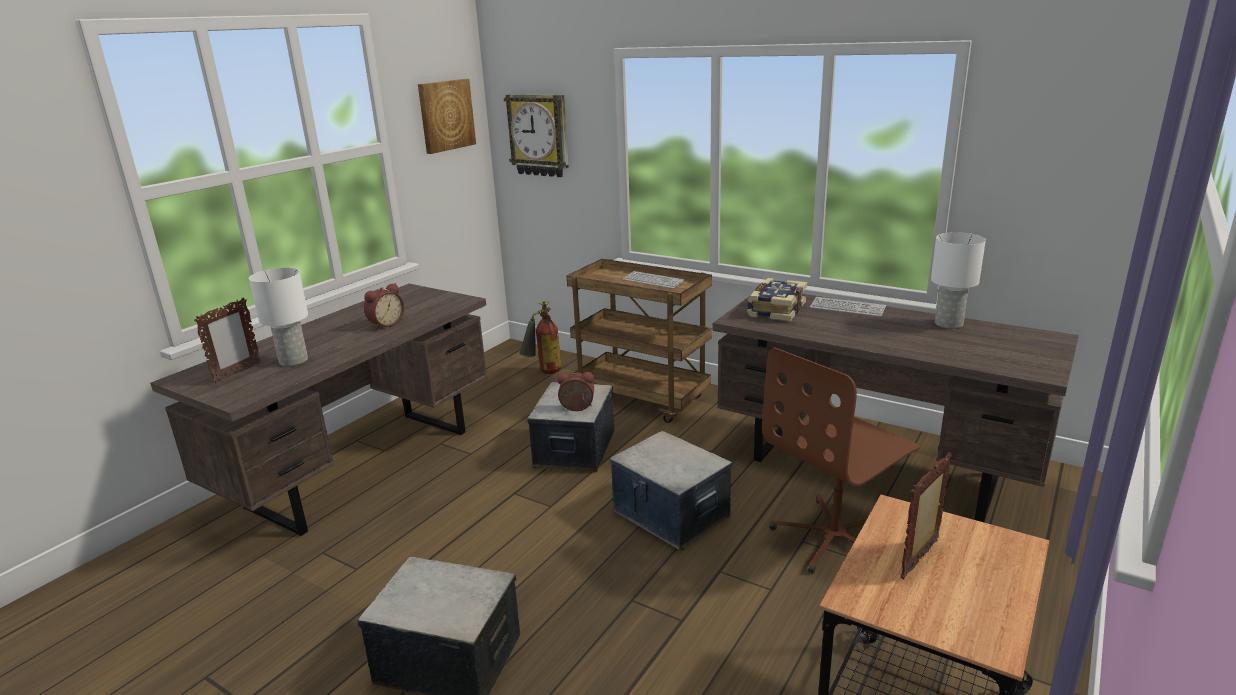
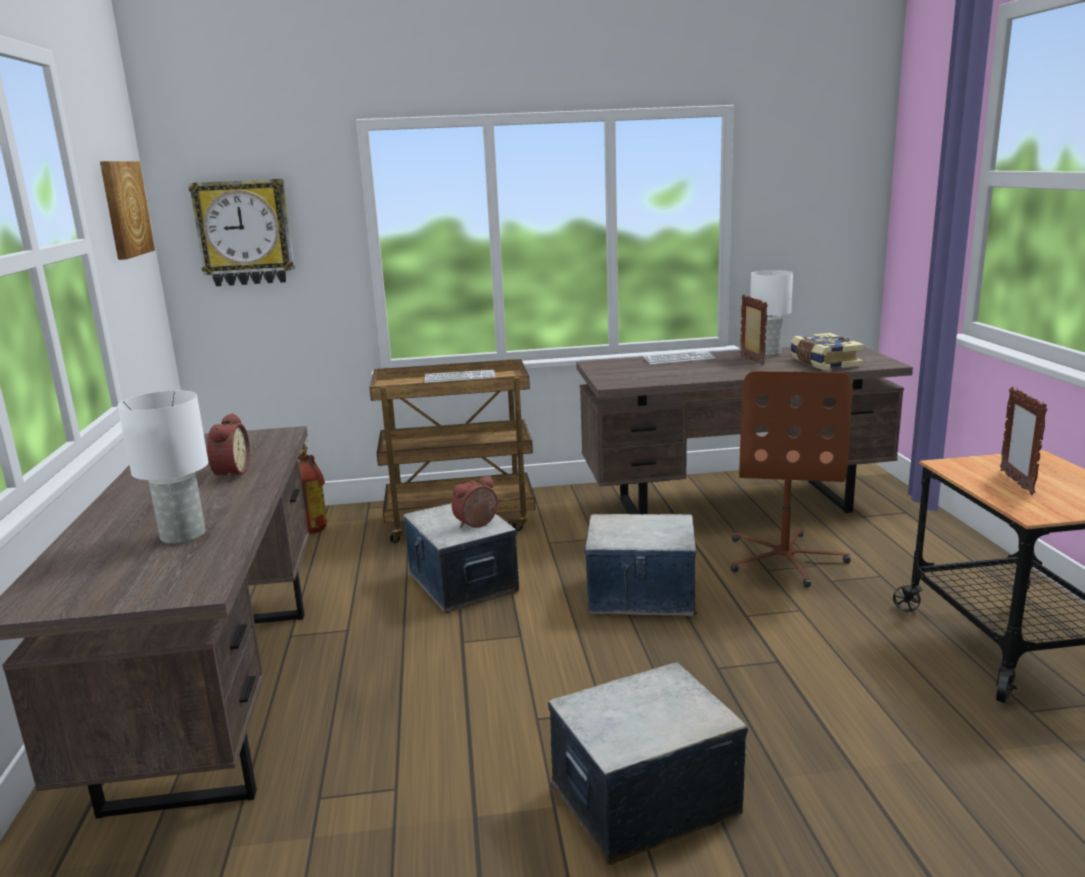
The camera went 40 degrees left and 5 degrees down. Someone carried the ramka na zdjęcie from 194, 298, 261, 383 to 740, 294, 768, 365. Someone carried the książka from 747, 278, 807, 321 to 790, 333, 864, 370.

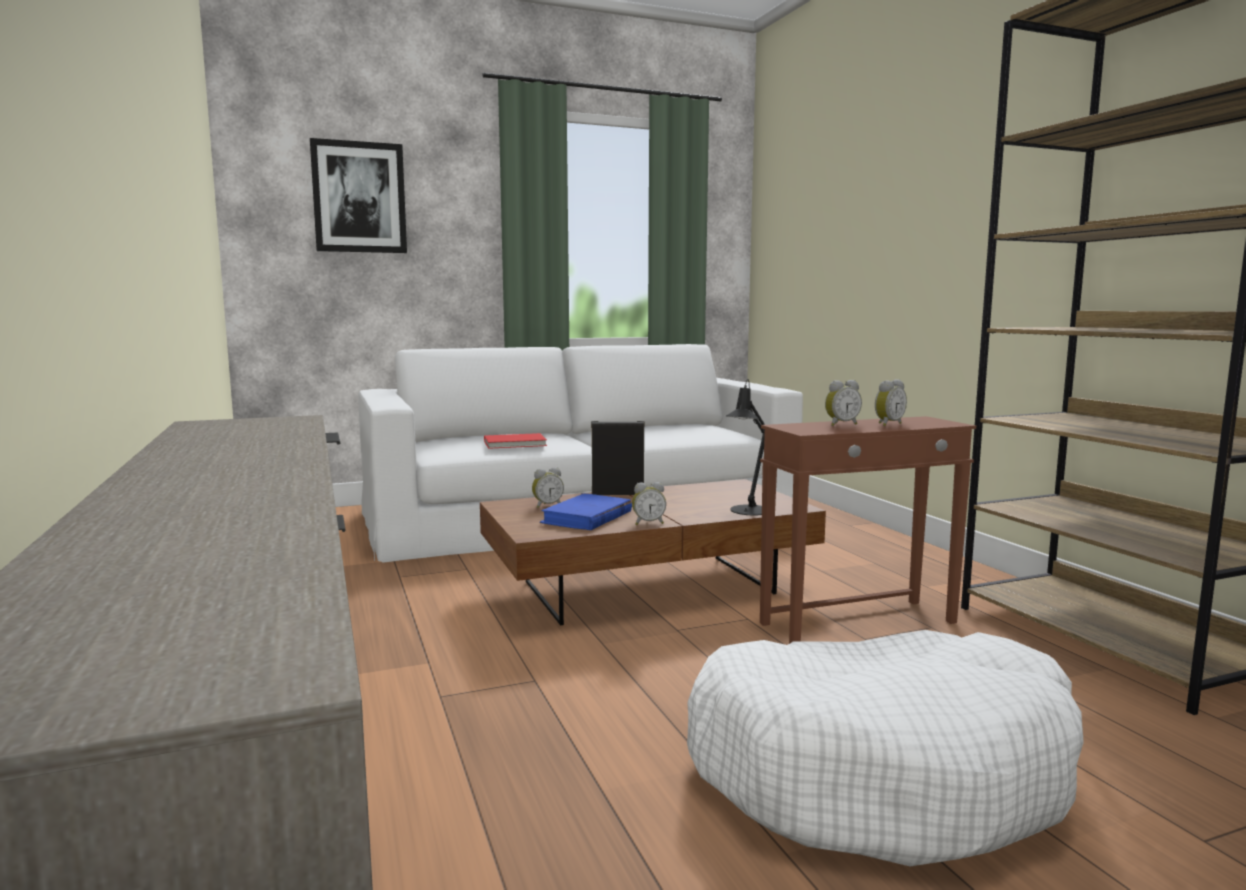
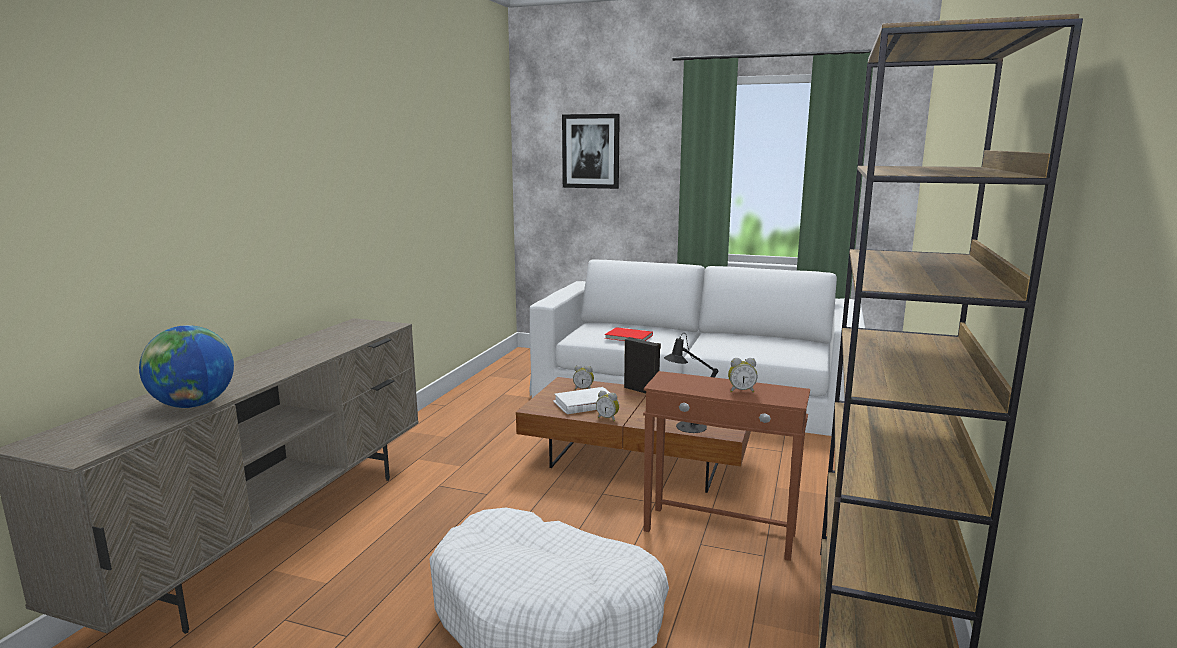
The camera went 40 degrees right and 5 degrees up. Someone put down the globus at 139, 325, 234, 408. Someone repainted the książka/niebieski at 540, 493, 632, 530, which became the książka/biały at 553, 387, 618, 414. Someone took away the budzik at 825, 380, 862, 426.

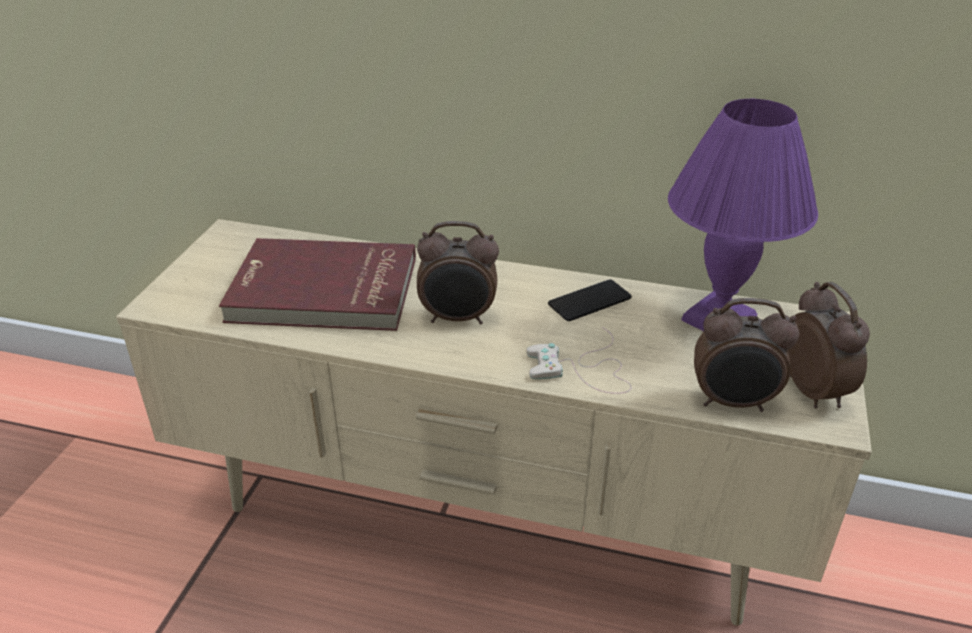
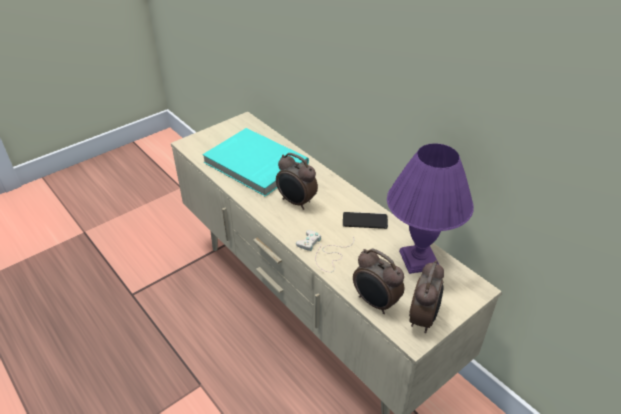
The camera went 35 degrees right and 5 degrees up. Someone repainted the książka/czerwony at 219, 238, 416, 331, which became the książka/turkusowy at 202, 128, 309, 197.

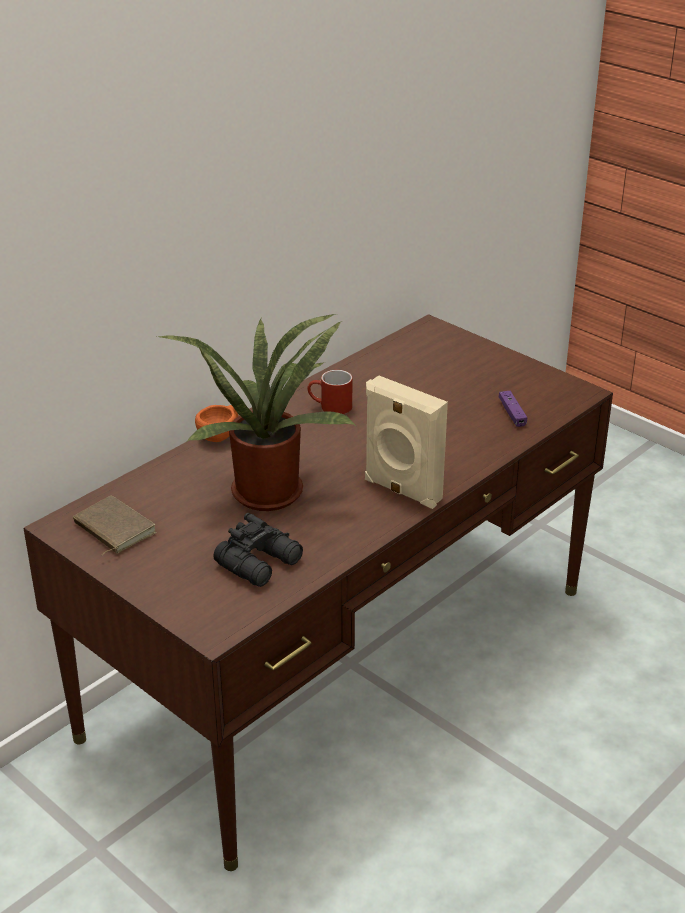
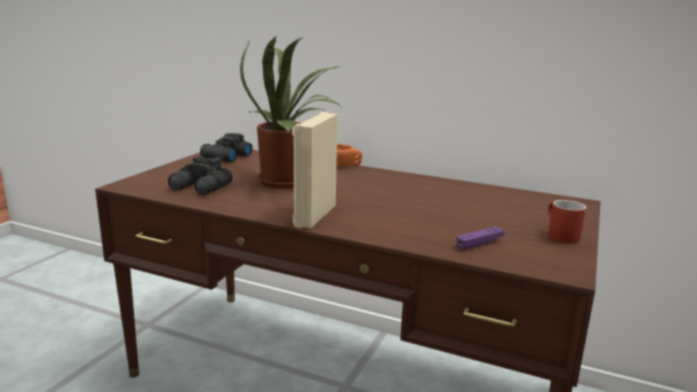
The camera went 70 degrees right and 15 degrees down. Someone swapped the książka/brązowy at 73, 495, 157, 555 for the lornetka/czarny at 200, 133, 253, 162. Someone carried the kubek/czerwony from 307, 370, 352, 414 to 548, 200, 587, 244.

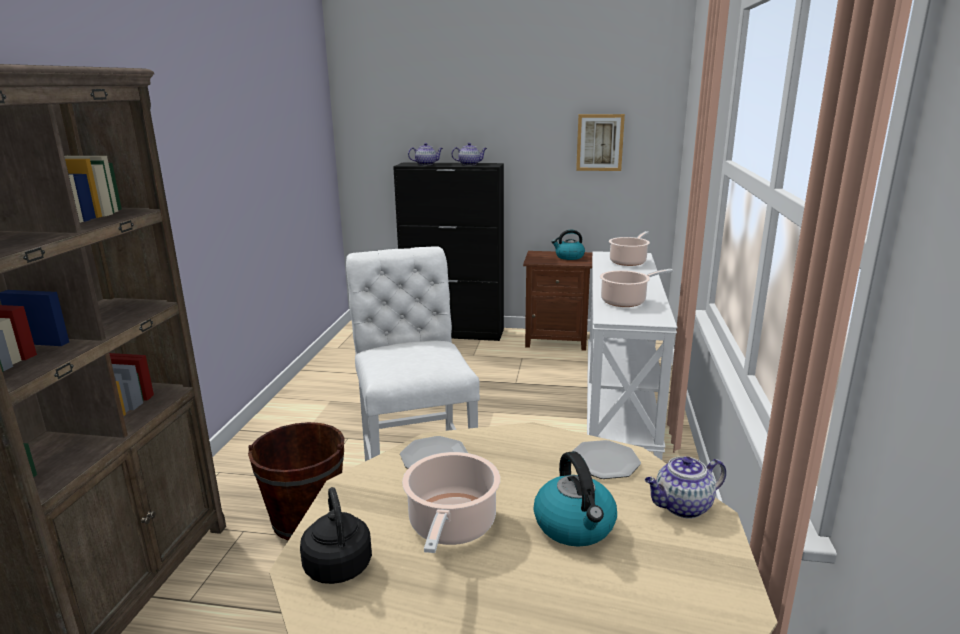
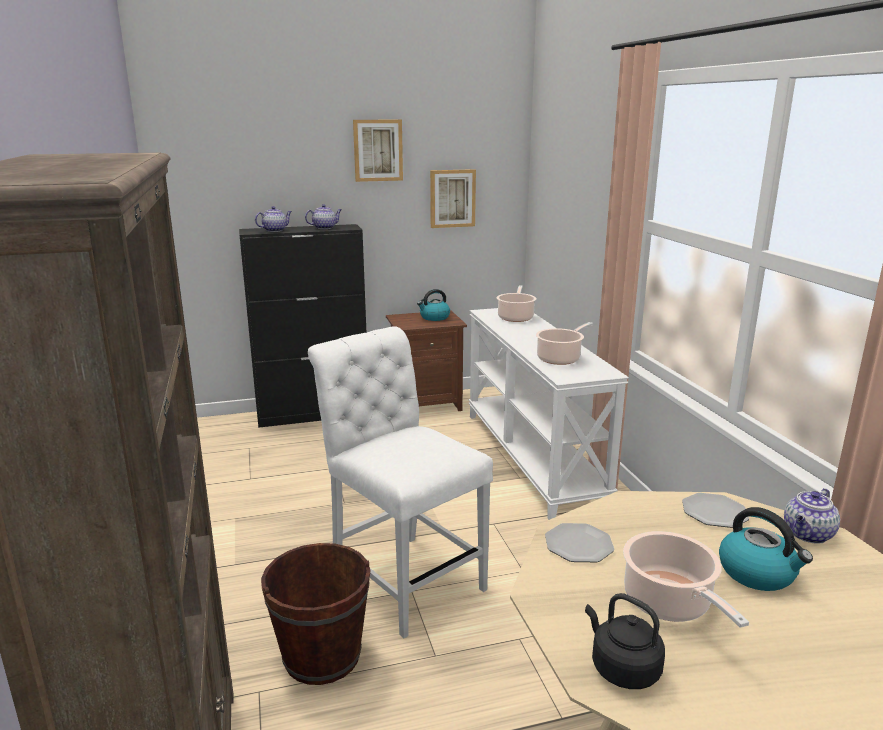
The camera went 25 degrees left and 0 degrees up. Someone put up the obraz at 353, 120, 403, 182.

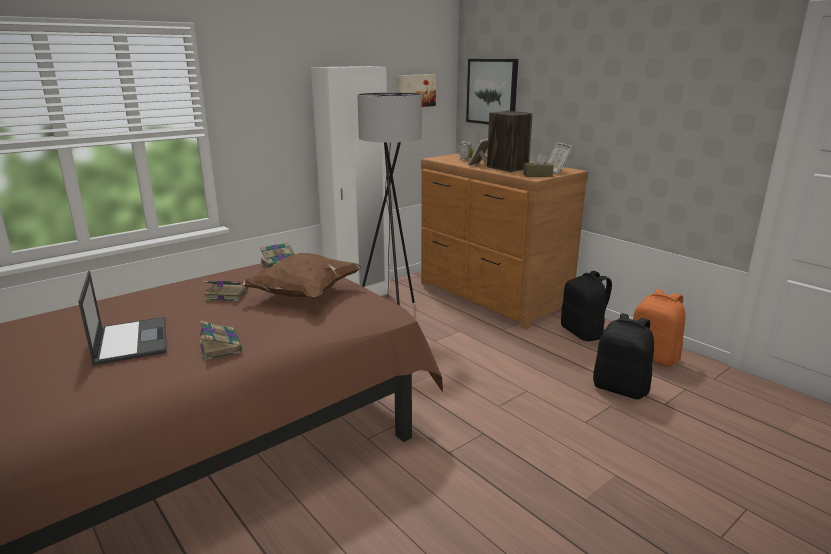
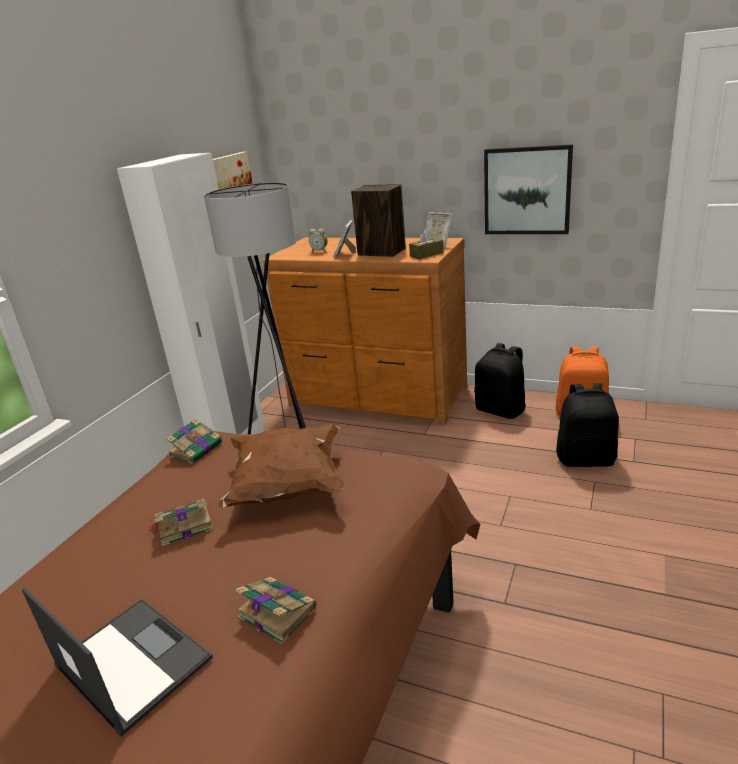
The camera went 25 degrees left and 5 degrees up. Someone carried the obraz from 466, 59, 518, 125 to 484, 144, 573, 234.

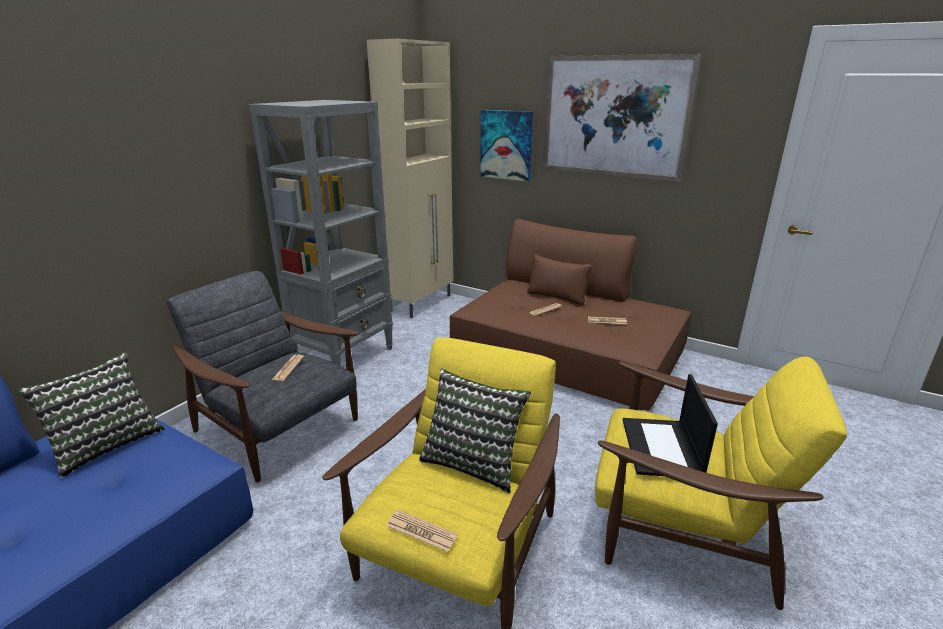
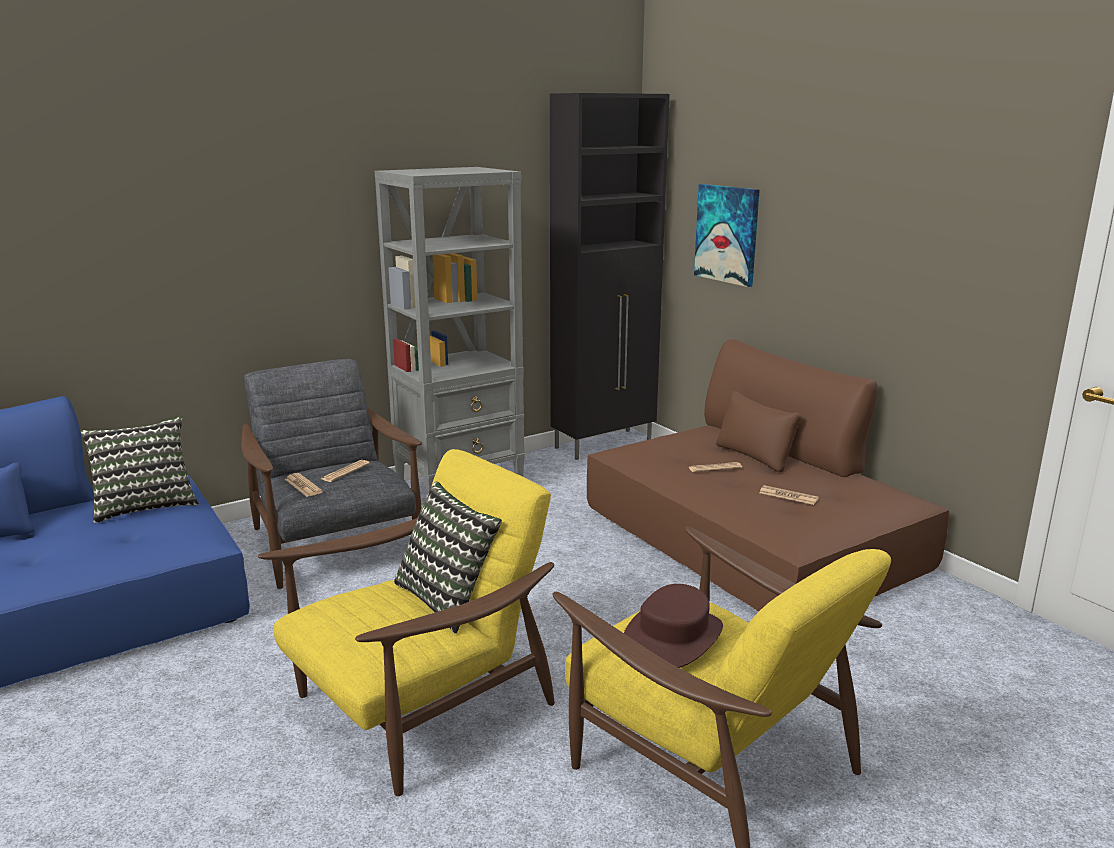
The camera went 25 degrees right and 5 degrees down. Someone carried the gazeta from 387, 510, 458, 552 to 285, 473, 323, 497. Someone repainted the szafka/beżowy at 367, 39, 453, 318, which became the szafka/czarny at 550, 93, 670, 460. Someone swapped the laptop at 623, 374, 718, 476 for the kapelusz/brązowy at 624, 584, 723, 668. Someone took away the obraz at 543, 54, 702, 182.

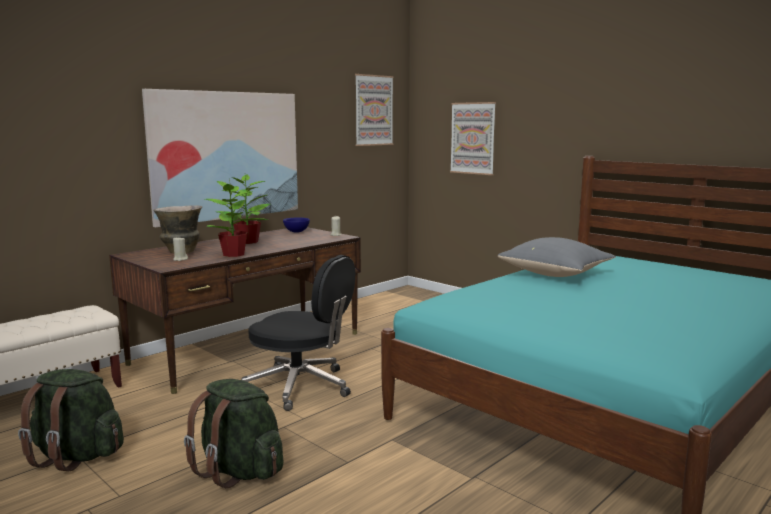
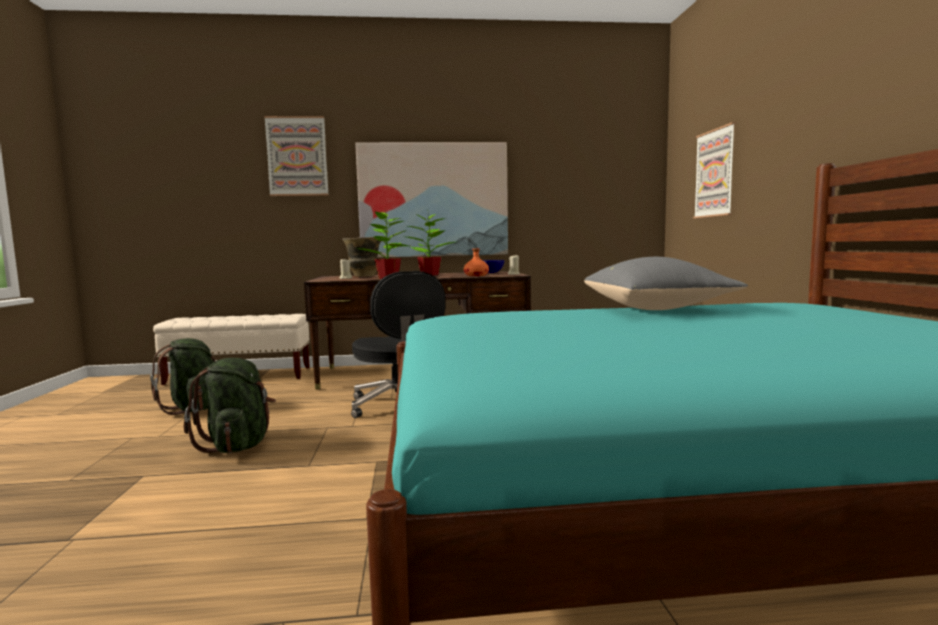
The camera went 40 degrees right and 5 degrees down. Someone carried the obraz from 355, 74, 394, 146 to 264, 116, 329, 196. Someone put down the butelka/pomarańczowy at 464, 248, 489, 276.

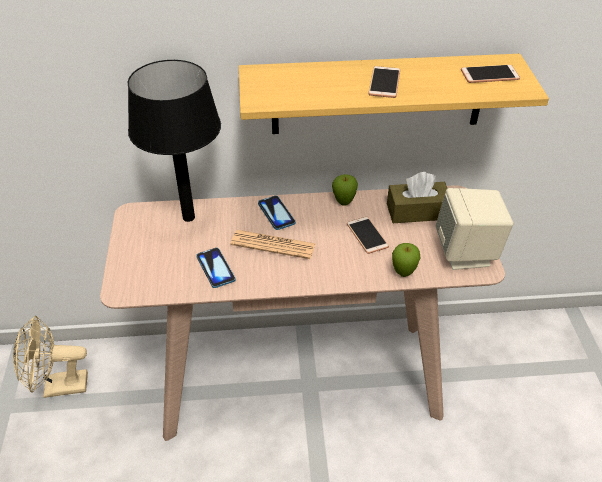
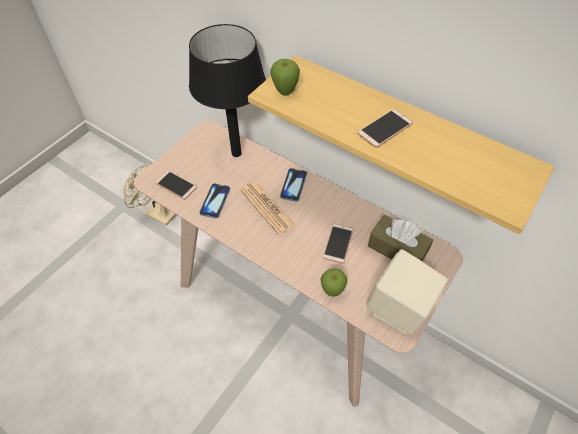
The camera went 40 degrees right and 10 degrees up. Someone carried the telefon from 461, 65, 520, 83 to 155, 171, 197, 200. Someone carried the jabłko from 332, 174, 358, 206 to 270, 59, 300, 96.

